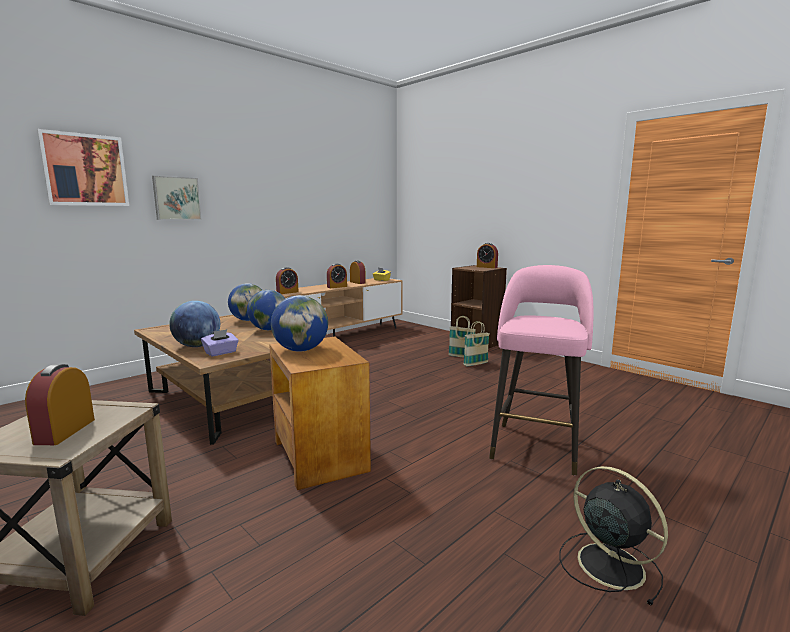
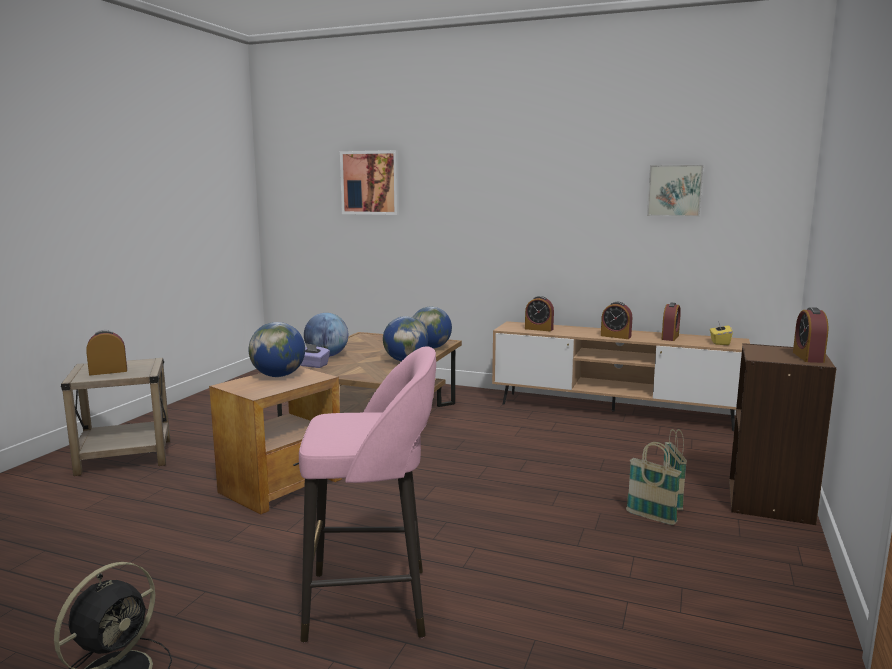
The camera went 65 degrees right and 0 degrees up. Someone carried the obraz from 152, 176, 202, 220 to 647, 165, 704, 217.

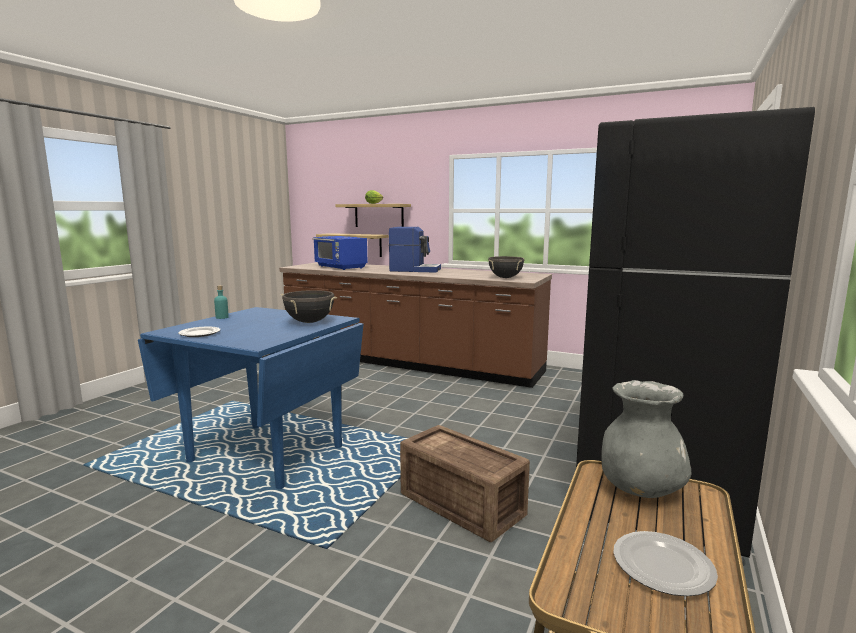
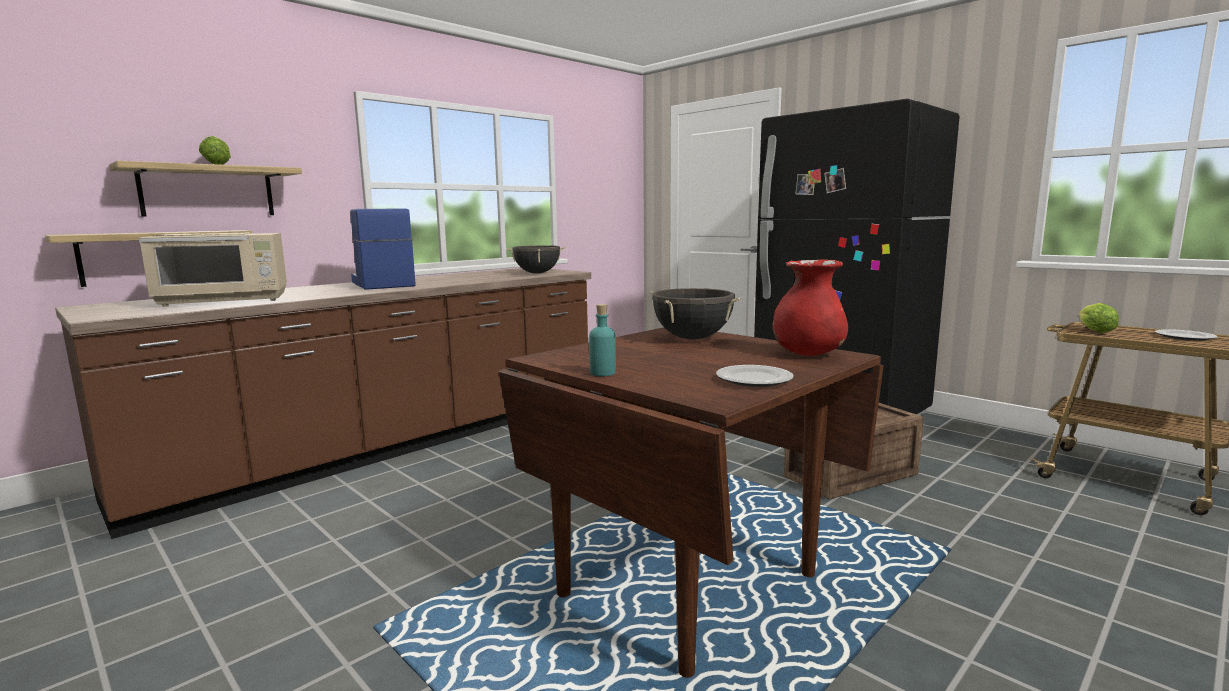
The camera went 70 degrees left and 0 degrees up. Someone repainted the mikrofalówka/niebieski at 313, 236, 368, 270, which became the mikrofalówka/beżowy at 138, 233, 287, 307. Someone rotated the ekspres do kawy at 389, 227, 441, 273 by 60 degrees counterclockwise. Someone repainted the stół jadalny/niebieski at 138, 307, 363, 489, which became the stół jadalny/brązowy at 498, 327, 884, 678. Someone put down the wazon/czerwony at 772, 260, 848, 356. Someone swapped the wazon/szary at 602, 380, 692, 498 for the sałata at 1079, 303, 1119, 333.

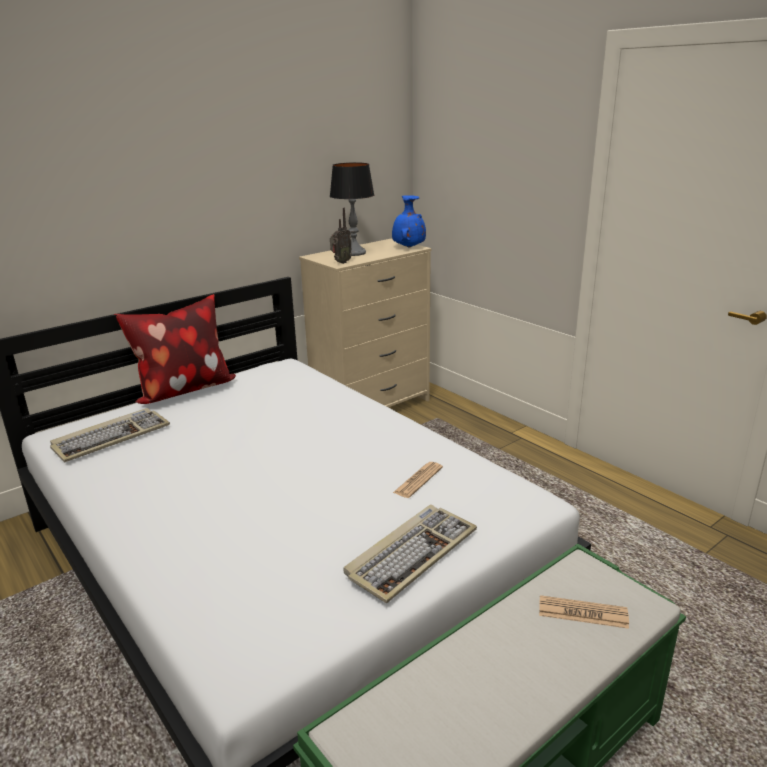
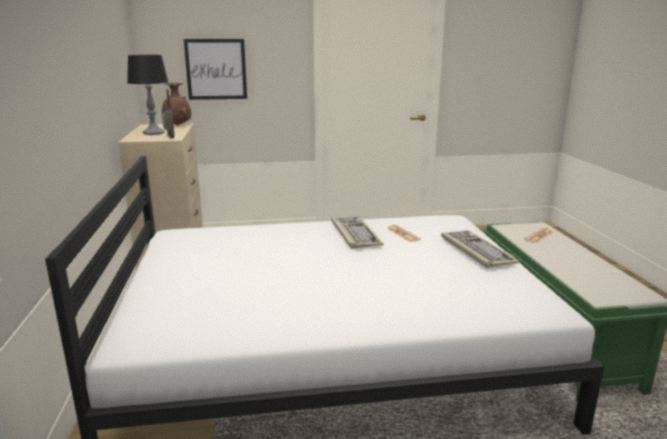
The camera went 60 degrees left and 5 degrees down. Someone repainted the wazon/niebieski at 392, 195, 426, 247, which became the wazon/brązowy at 162, 83, 191, 125. Someone put up the obraz at 184, 39, 247, 100. Someone carried the klawiatura from 50, 408, 170, 463 to 331, 217, 383, 249. Someone took away the poduszka at 114, 294, 236, 404.

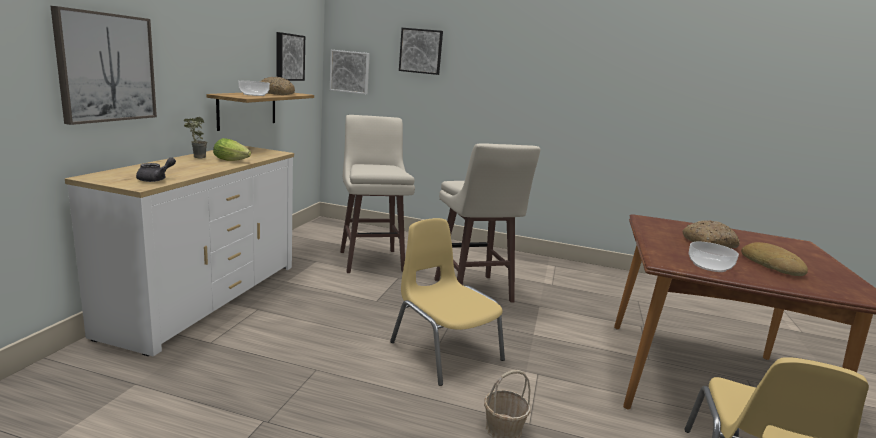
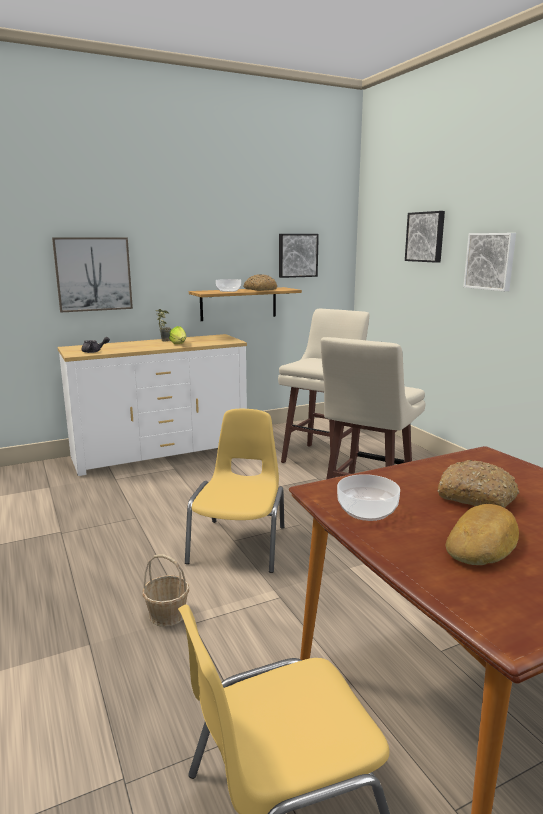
The camera went 50 degrees right and 0 degrees up. Someone carried the obraz from 330, 50, 370, 94 to 463, 233, 516, 291.

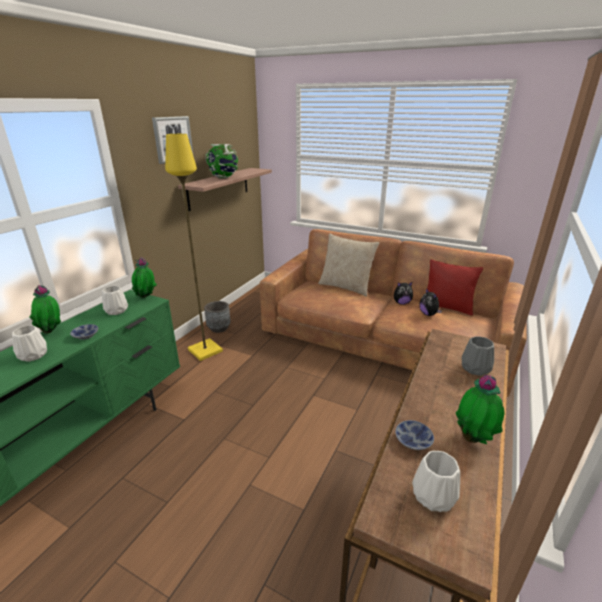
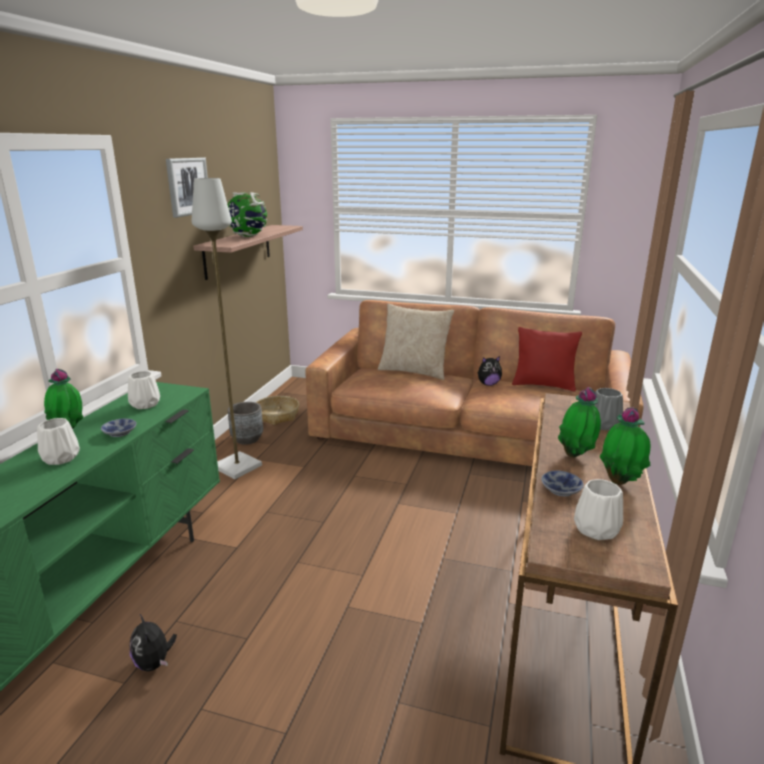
The camera went 10 degrees left and 5 degrees down. Someone carried the pluszak from 419, 288, 442, 316 to 130, 613, 177, 671. Someone repainted the lampa stojąca/żółty at 165, 134, 223, 361, which became the lampa stojąca/szary at 192, 178, 262, 479. Someone put down the koszyk at 256, 396, 299, 425. Someone carried the roślina doniczkowa from 132, 257, 157, 298 to 558, 387, 601, 457.

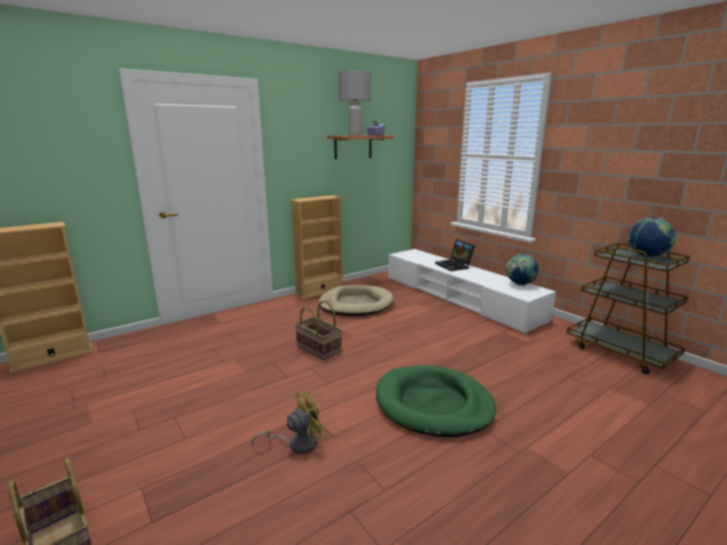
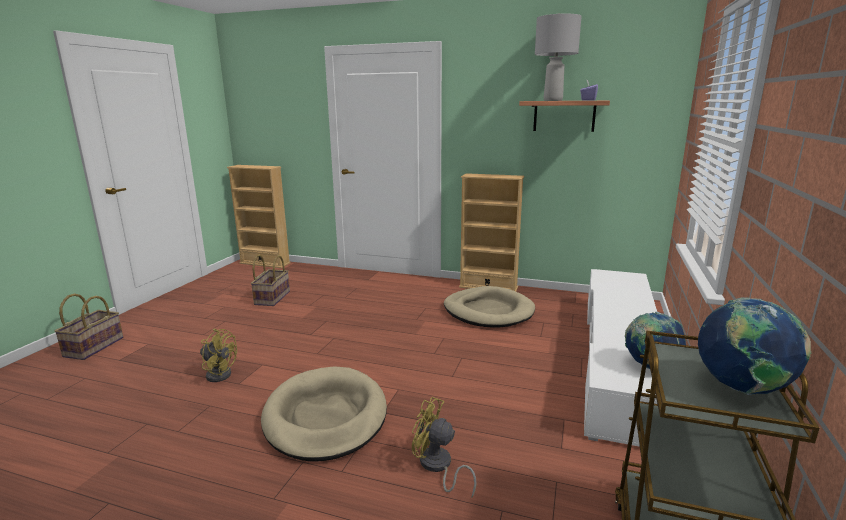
The camera went 55 degrees right and 0 degrees up. Someone carried the koszyk from 295, 300, 342, 360 to 251, 254, 290, 306. Someone repainted the legowisko/zielony at 376, 365, 496, 437, which became the legowisko/beżowy at 261, 366, 387, 461. Someone put down the wentylator/żółty at 412, 397, 477, 498. Someone took away the laptop at 435, 239, 475, 271.

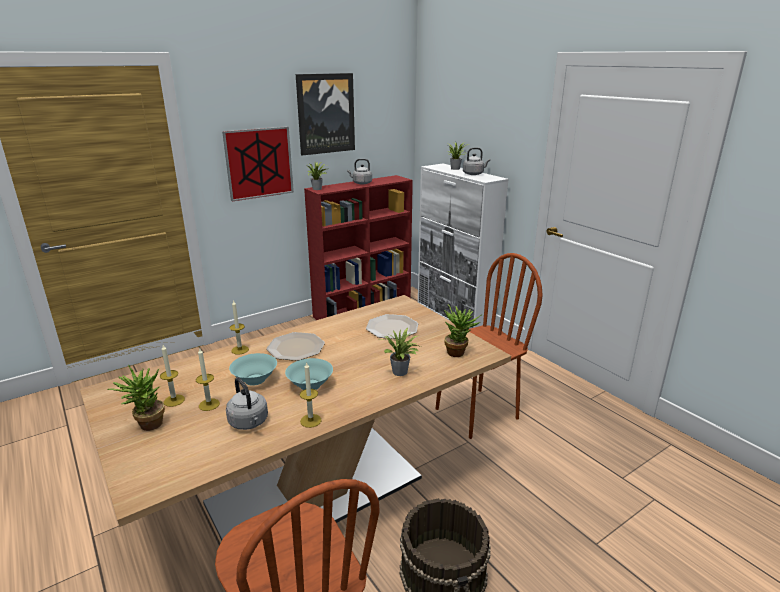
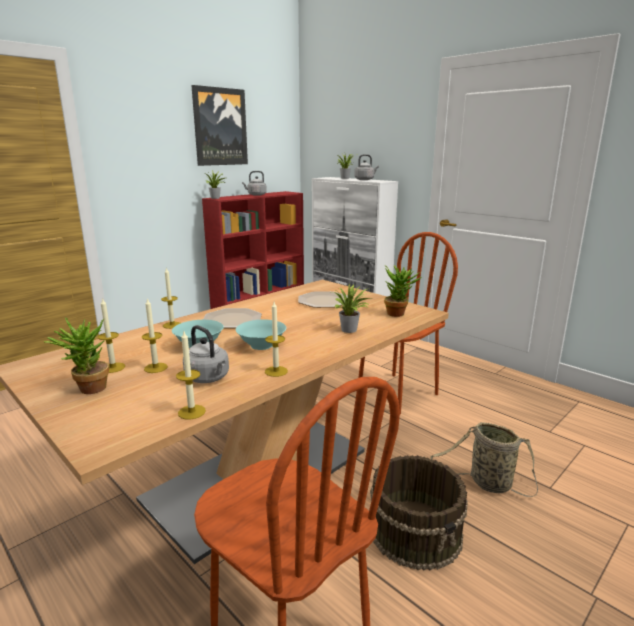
The camera went 10 degrees left and 5 degrees down. Someone put down the świeca at 176, 331, 206, 420. Someone put down the koszyk at 430, 422, 538, 497. Someone took away the obraz at 222, 126, 294, 201.

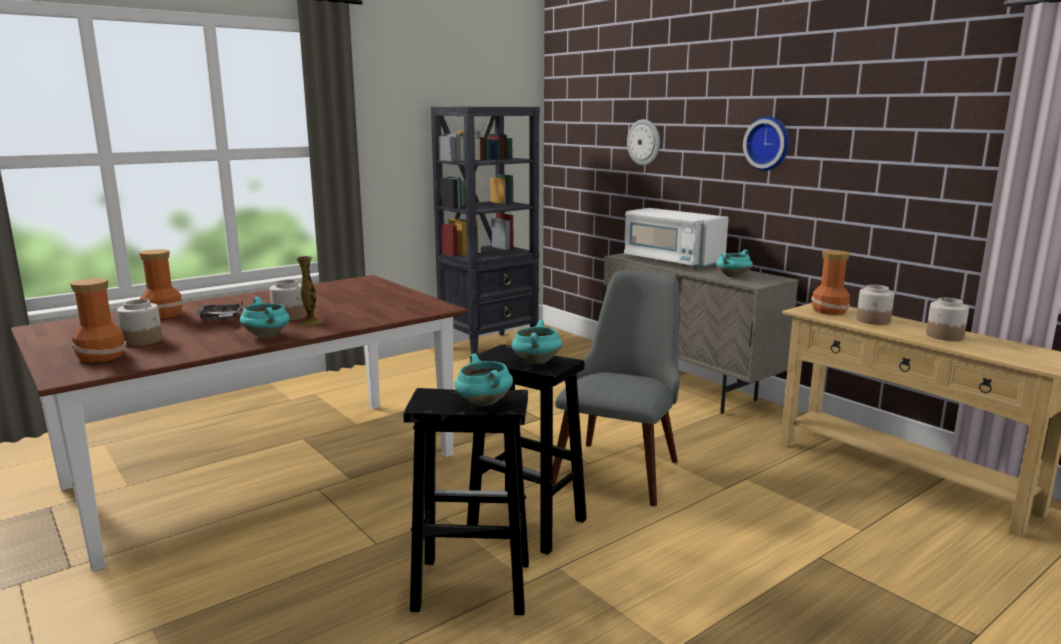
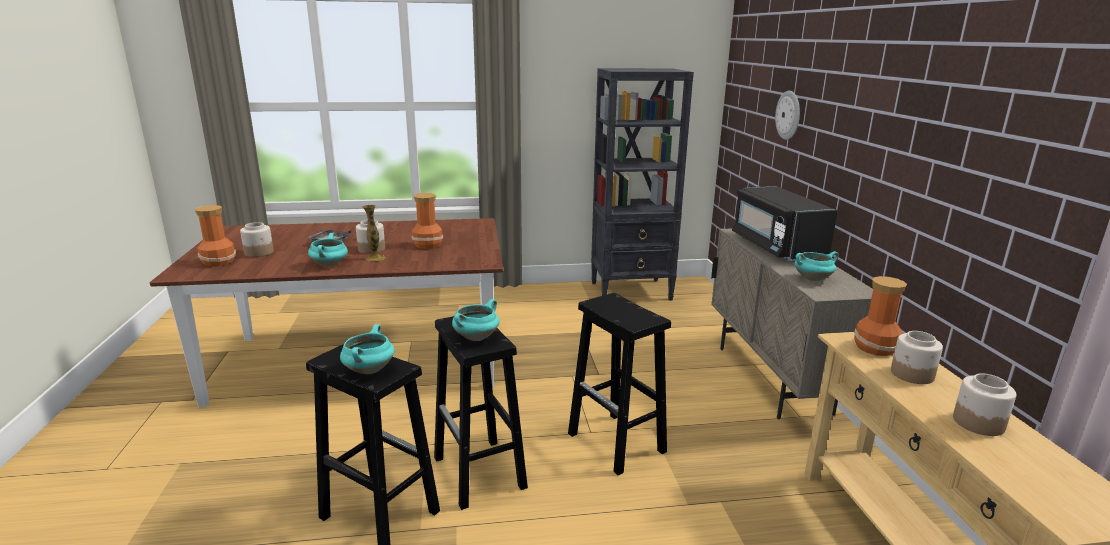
The camera went 30 degrees right and 5 degrees up. Someone carried the wazon from 139, 249, 183, 319 to 412, 193, 443, 249. Someone swapped the krzesło/szary at 553, 271, 680, 506 for the stołek/czarny at 568, 293, 671, 475. Someone repainted the mikrofalówka/biały at 624, 208, 729, 269, which became the mikrofalówka/czarny at 732, 186, 838, 261. Someone took away the zegar ścienny at 743, 116, 789, 171.

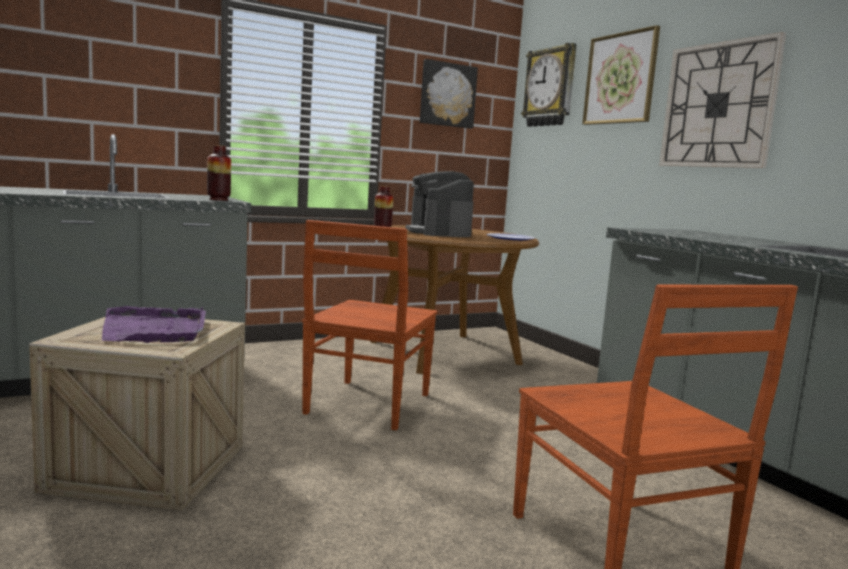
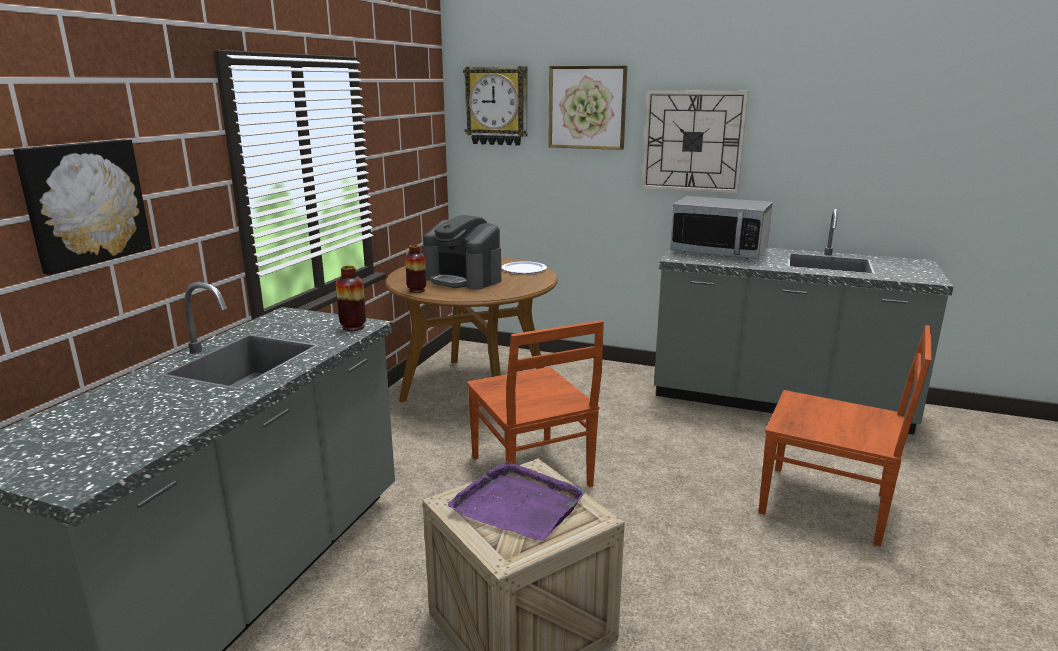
The camera went 40 degrees left and 10 degrees up. Someone carried the obraz from 420, 59, 478, 128 to 13, 139, 152, 275. Someone put down the mikrofalówka at 670, 196, 773, 259.

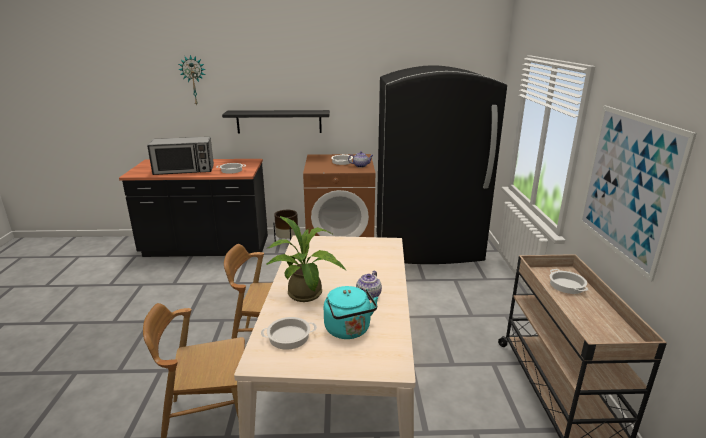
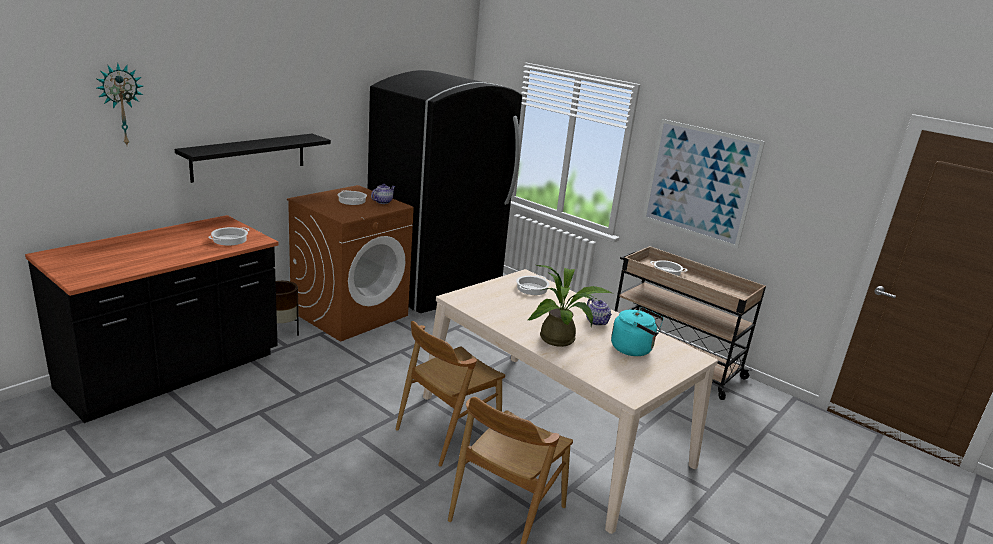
The camera went 50 degrees left and 0 degrees up. Someone carried the garnek from 261, 317, 317, 350 to 516, 275, 549, 295. Someone took away the mikrofalówka at 147, 137, 214, 175.

